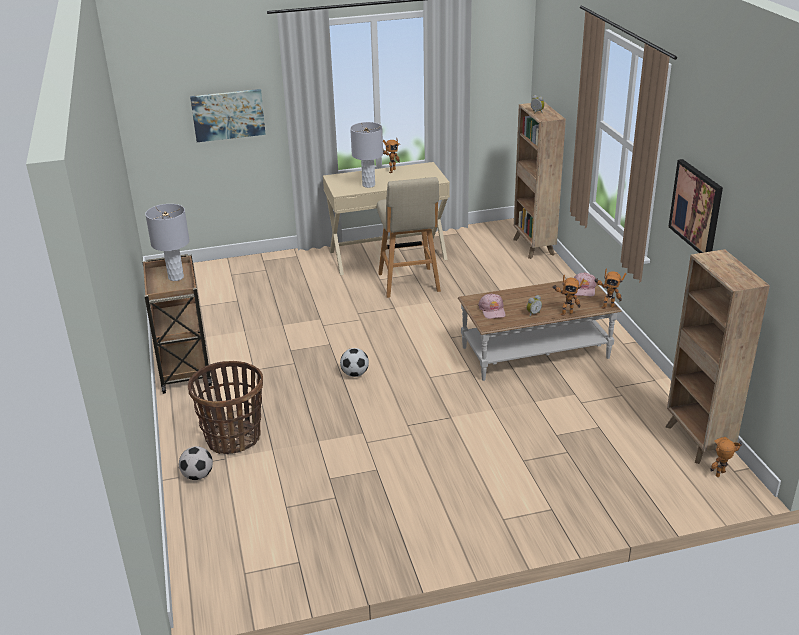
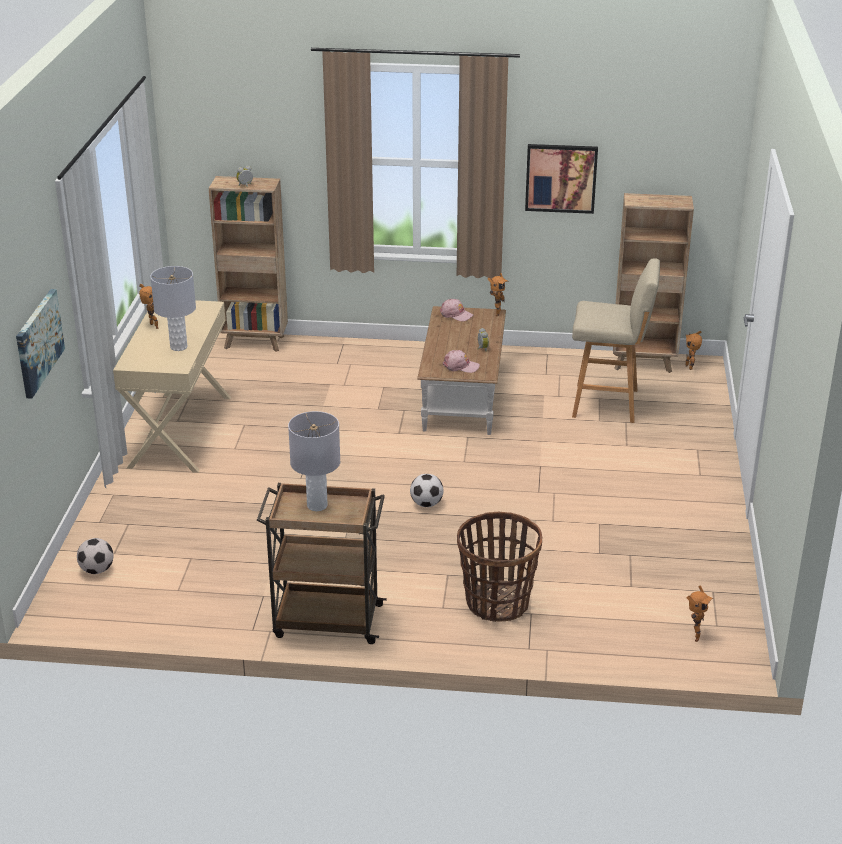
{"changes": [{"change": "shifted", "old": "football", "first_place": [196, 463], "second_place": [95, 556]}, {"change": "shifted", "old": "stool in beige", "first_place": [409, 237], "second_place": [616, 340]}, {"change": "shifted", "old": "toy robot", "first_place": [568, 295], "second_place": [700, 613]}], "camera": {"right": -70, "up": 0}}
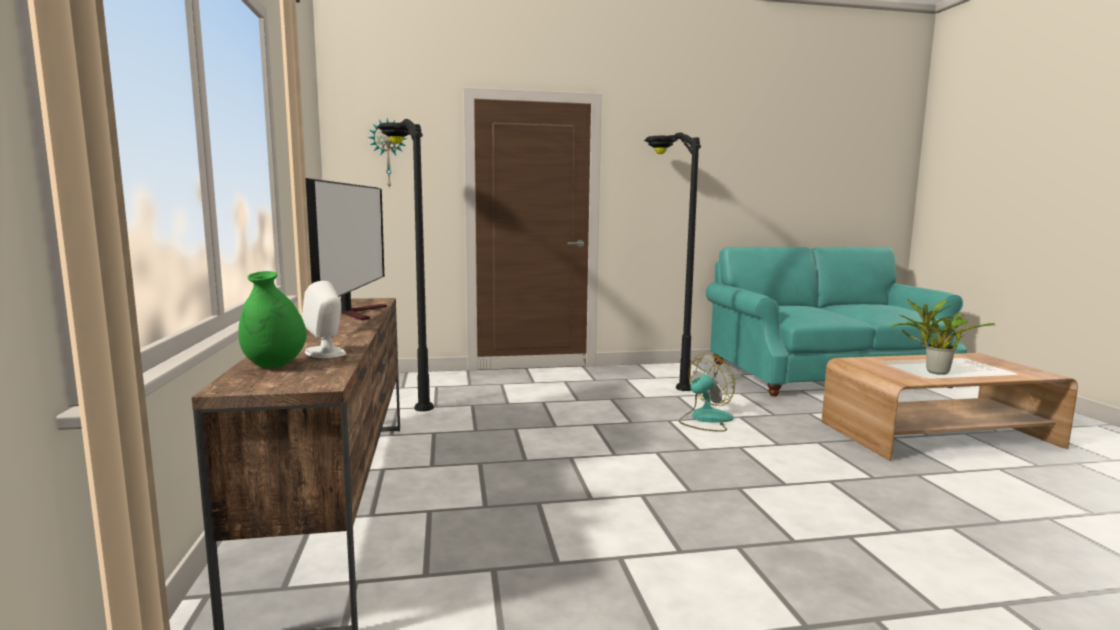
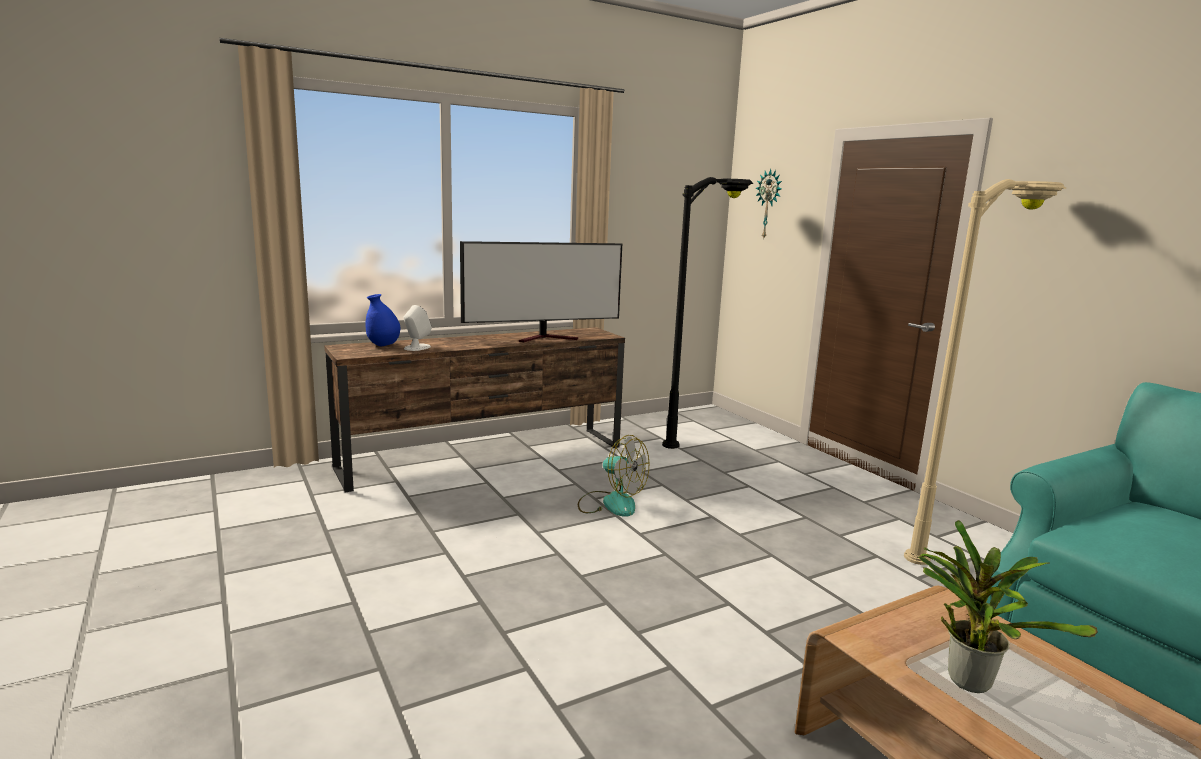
{"changes": [{"change": "shifted", "old": "fan", "first_place": [707, 392], "second_place": [613, 476]}, {"change": "repainted", "old": "vase in green", "new": "vase in blue", "first_place": [272, 319], "second_place": [382, 320]}, {"change": "repainted", "old": "floor lamp in black", "new": "floor lamp in beige", "first_place": [672, 261], "second_place": [985, 372]}], "camera": {"right": 70, "up": 5}}
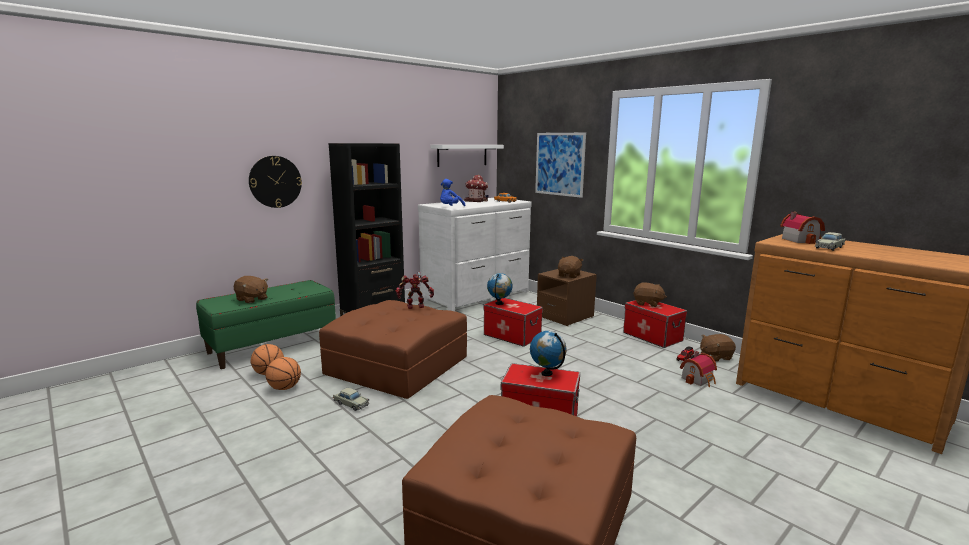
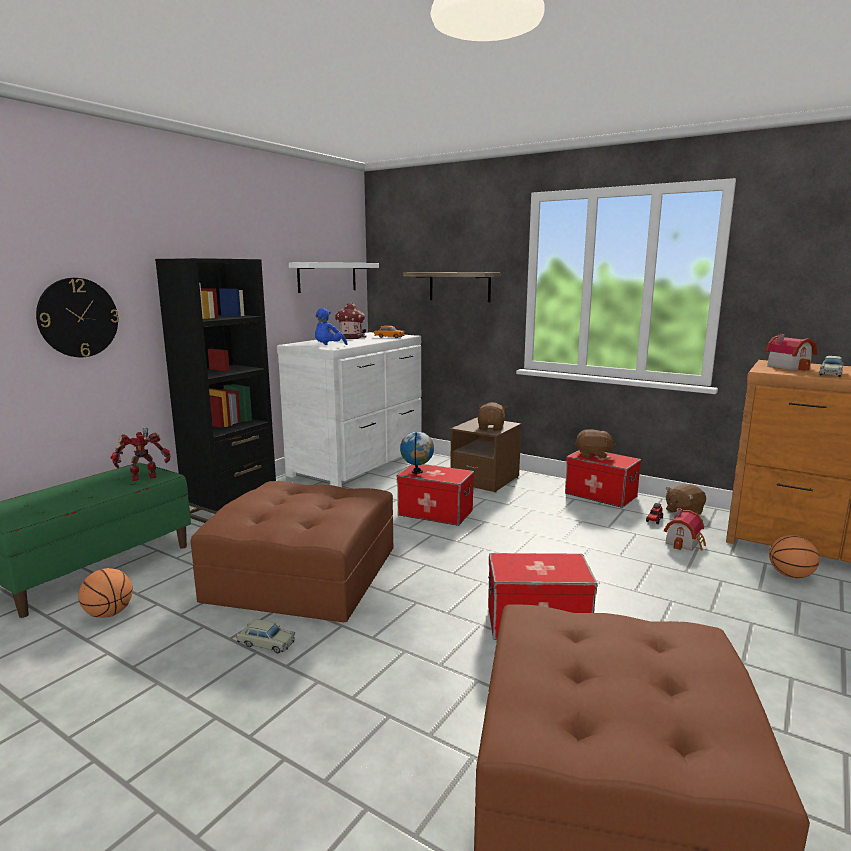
{"changes": [{"change": "gone", "old": "plush toy in brown", "first_place": [251, 289]}, {"change": "gone", "old": "globe", "first_place": [548, 353]}, {"change": "shifted", "old": "basketball", "first_place": [283, 373], "second_place": [794, 556]}, {"change": "shifted", "old": "toy robot", "first_place": [414, 290], "second_place": [140, 454]}, {"change": "swapped", "old": "picture", "new": "shelf", "first_place": [560, 165], "second_place": [452, 287]}], "camera": {"right": -15, "up": 0}}
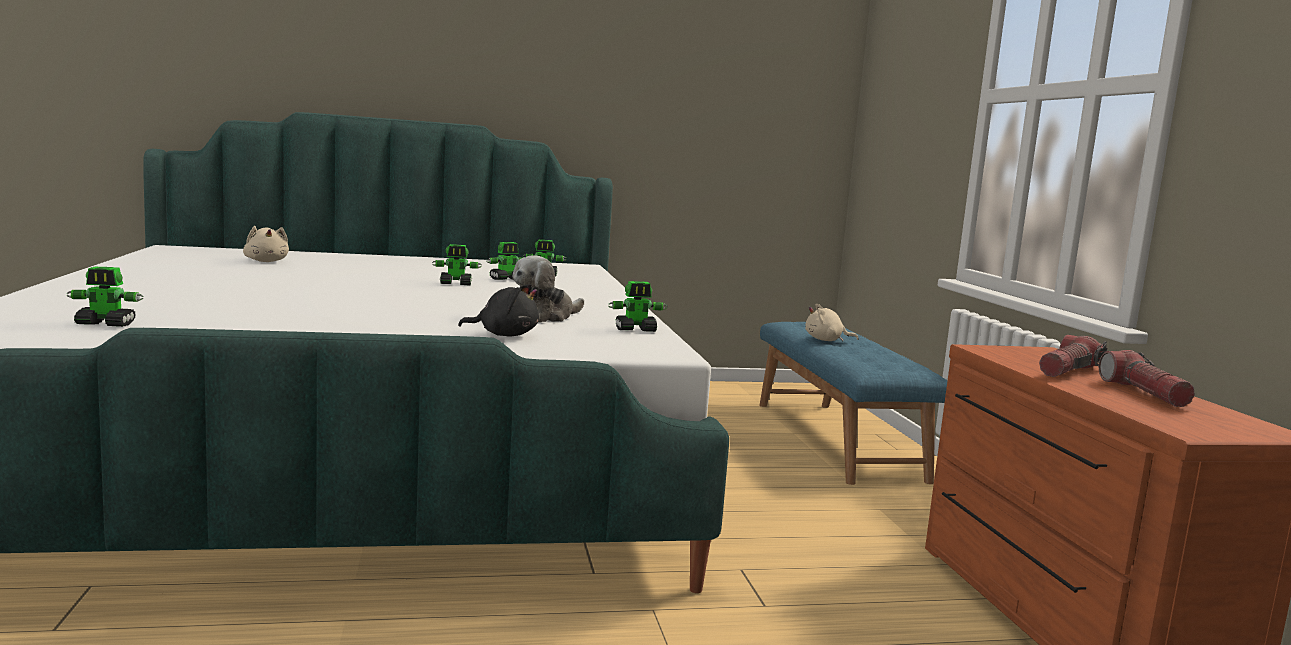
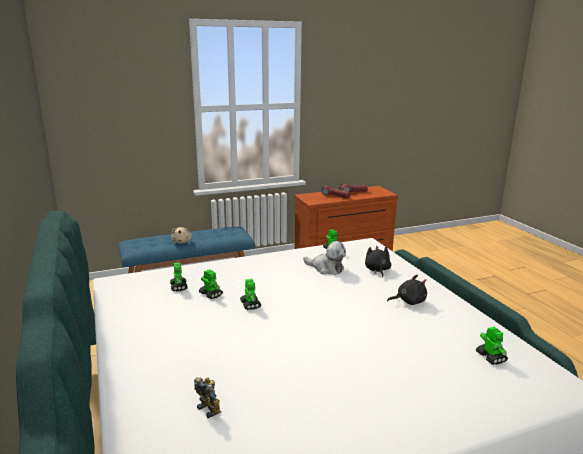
{"changes": [{"change": "new", "new": "plush toy in black", "second_place": [407, 290]}, {"change": "swapped", "old": "plush toy in beige", "new": "toy robot", "first_place": [266, 244], "second_place": [207, 397]}], "camera": {"right": -100, "up": 10}}
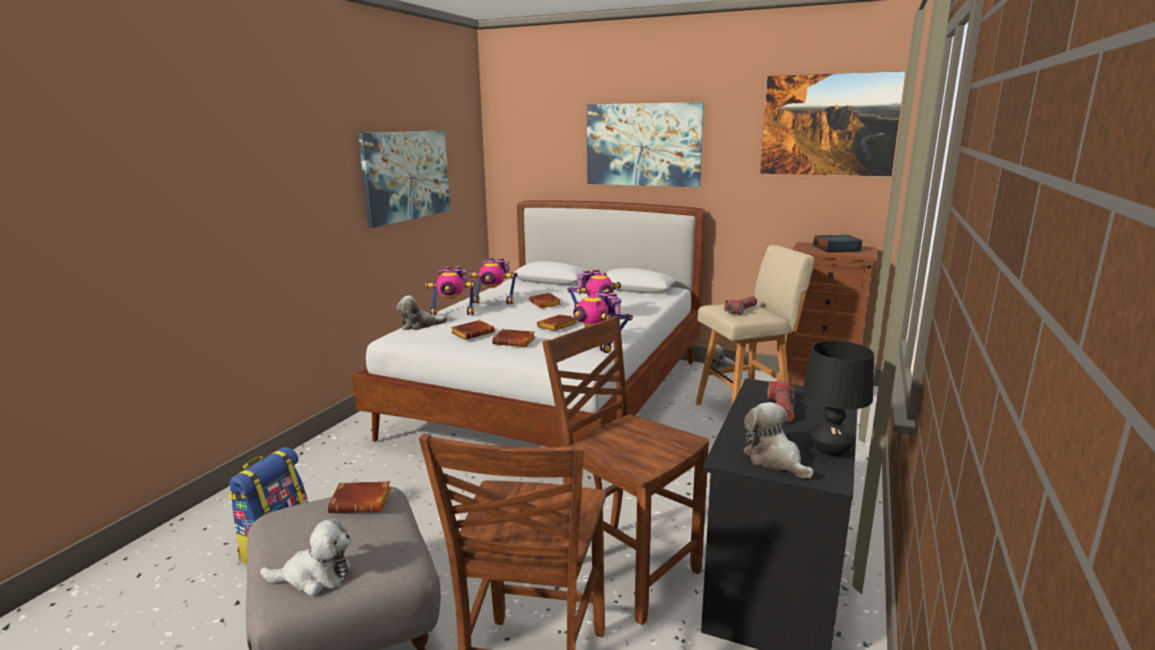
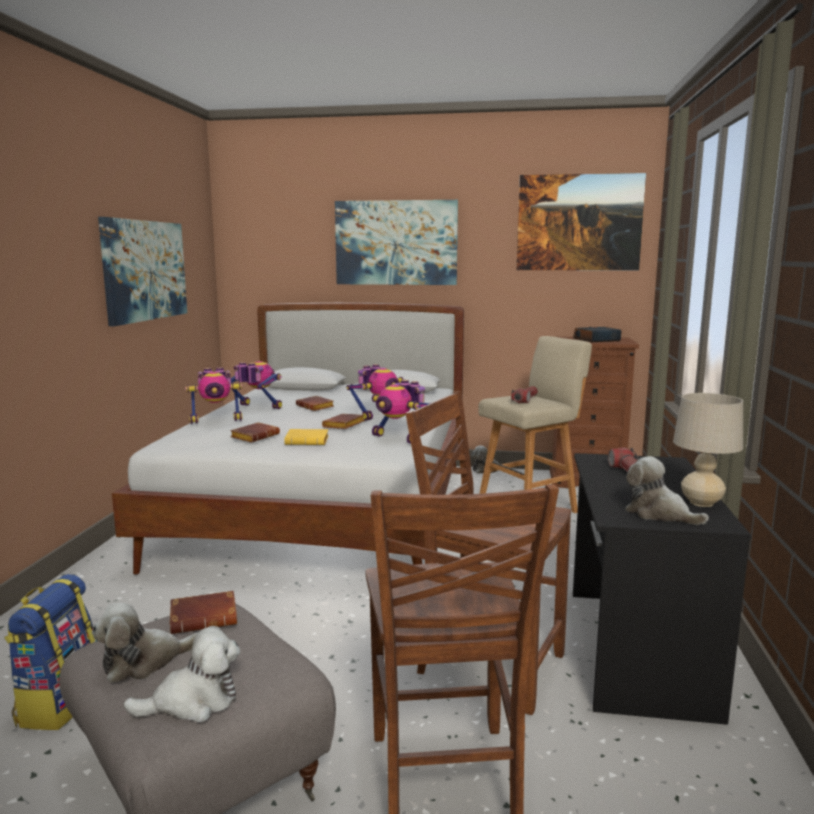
{"changes": [{"change": "shifted", "old": "plush toy", "first_place": [421, 312], "second_place": [145, 643]}, {"change": "repainted", "old": "book in brown", "new": "book in yellow", "first_place": [513, 338], "second_place": [306, 437]}, {"change": "repainted", "old": "table lamp in black", "new": "table lamp in beige", "first_place": [838, 399], "second_place": [708, 450]}, {"change": "rotated", "old": "toy robot", "first_place": [493, 281], "second_place": [256, 385], "degrees": -150}], "camera": {"right": -15, "up": -5}}
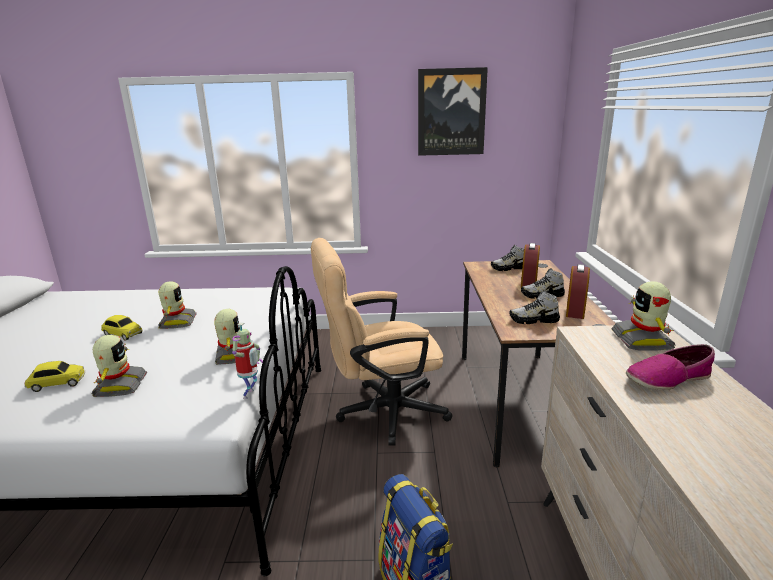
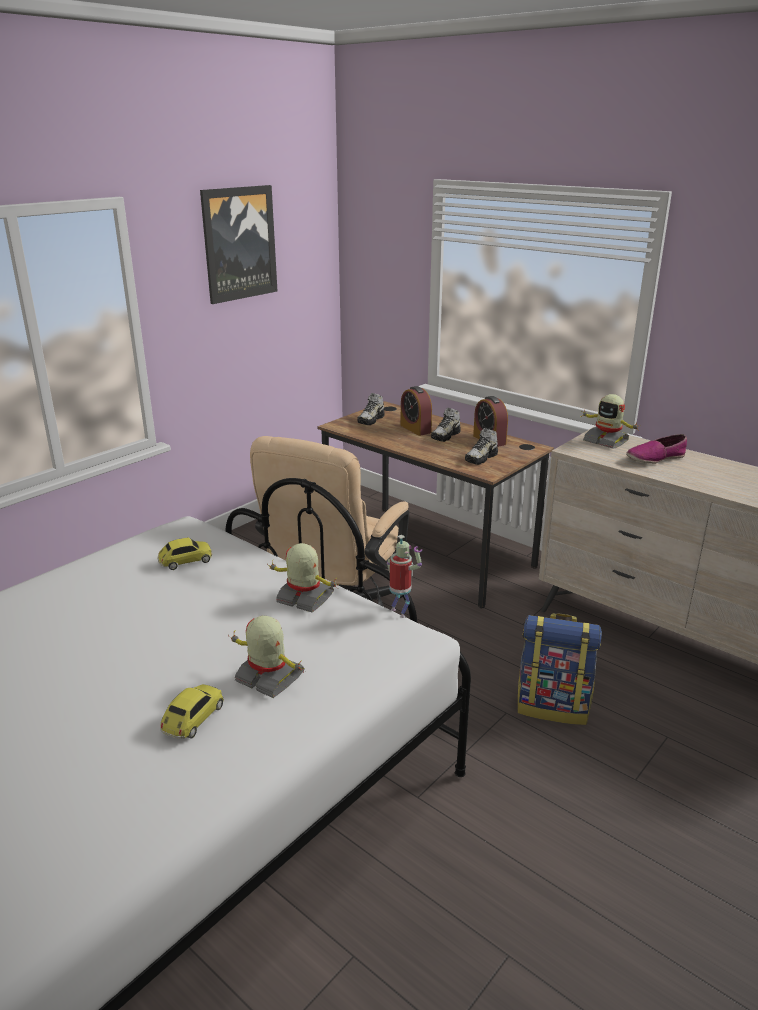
{"changes": [{"change": "gone", "old": "toy robot", "first_place": [177, 305]}, {"change": "shifted", "old": "toy car", "first_place": [122, 328], "second_place": [185, 554]}, {"change": "rotated", "old": "shoe", "first_place": [670, 367], "second_place": [656, 449], "degrees": 45}], "camera": {"right": -50, "up": 5}}
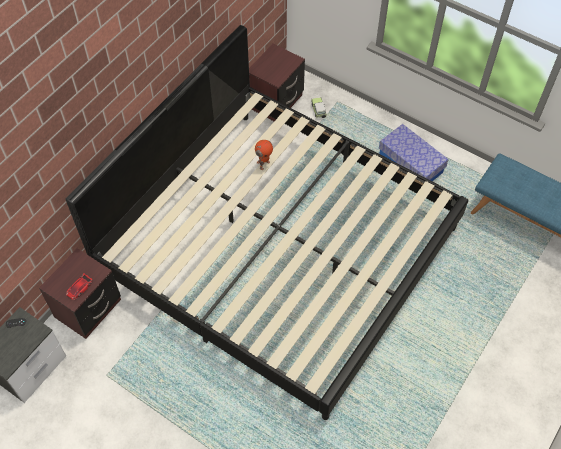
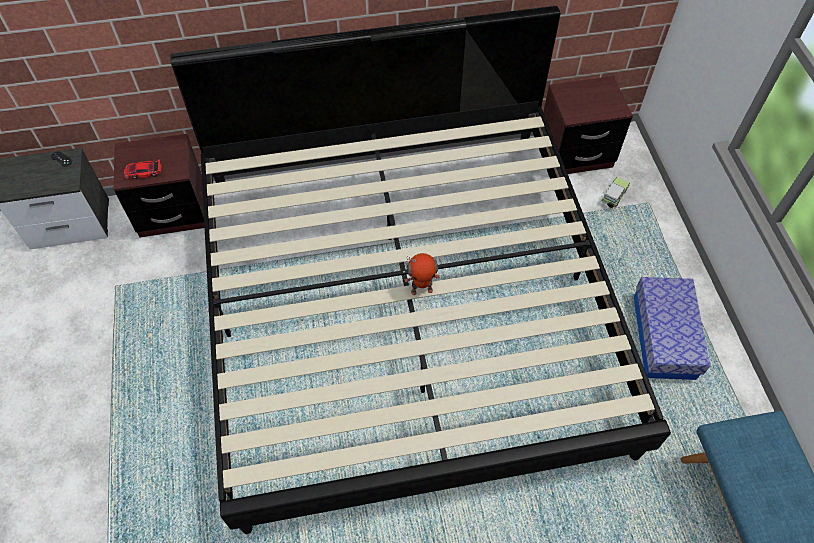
{"changes": [{"change": "shifted", "old": "toy robot", "first_place": [264, 155], "second_place": [422, 274]}], "camera": {"right": 45, "up": 0}}
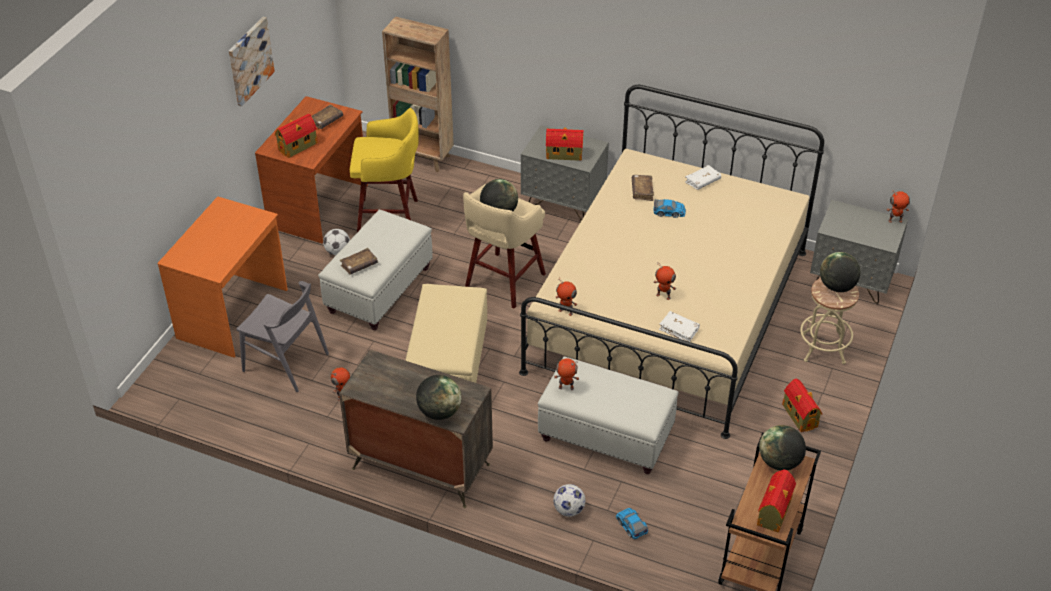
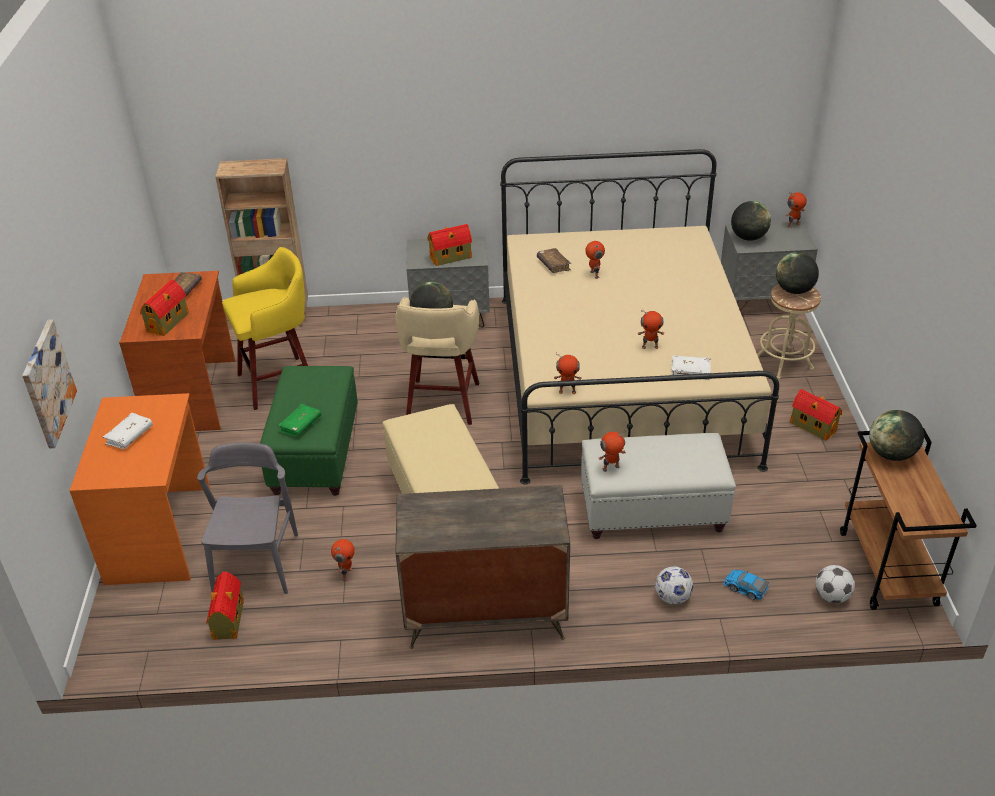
{"changes": [{"change": "shifted", "old": "picture", "first_place": [252, 61], "second_place": [49, 384]}, {"change": "shifted", "old": "football", "first_place": [336, 242], "second_place": [835, 584]}, {"change": "shifted", "old": "globe", "first_place": [439, 397], "second_place": [751, 221]}, {"change": "shifted", "old": "book in white", "first_place": [703, 177], "second_place": [128, 431]}, {"change": "shifted", "old": "toy house", "first_place": [776, 500], "second_place": [225, 606]}, {"change": "swapped", "old": "toy car", "new": "toy robot", "first_place": [670, 208], "second_place": [595, 260]}, {"change": "repainted", "old": "ottoman in white", "new": "ottoman in green", "first_place": [375, 270], "second_place": [309, 431]}, {"change": "repainted", "old": "book in brown", "new": "book in green", "first_place": [359, 261], "second_place": [299, 420]}, {"change": "rotated", "old": "chair in grey", "first_place": [282, 336], "second_place": [247, 518], "degrees": -90}], "camera": {"right": -25, "up": -5}}
